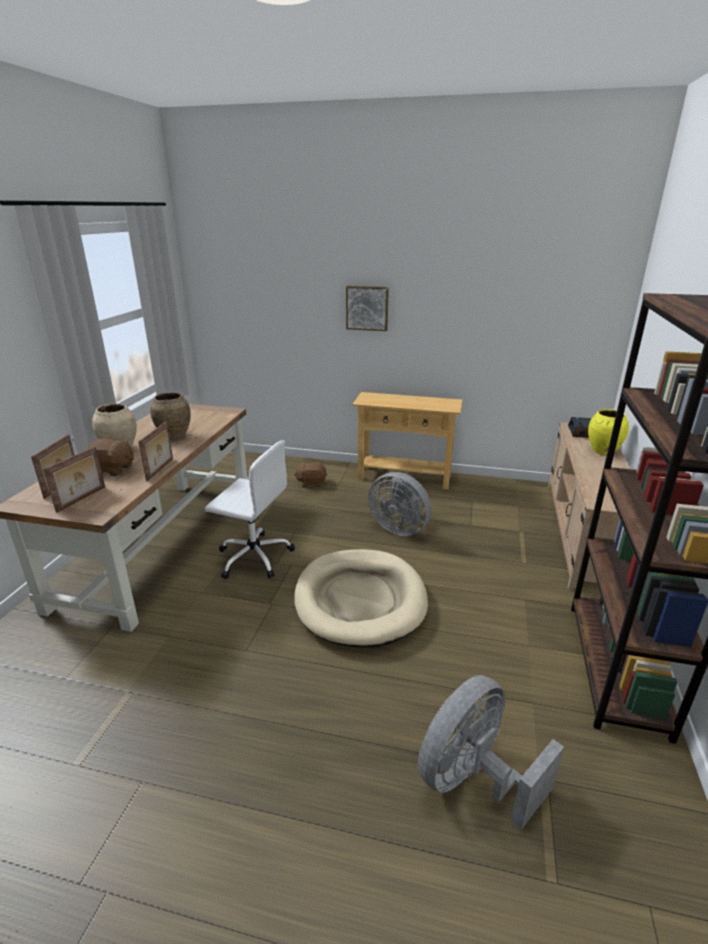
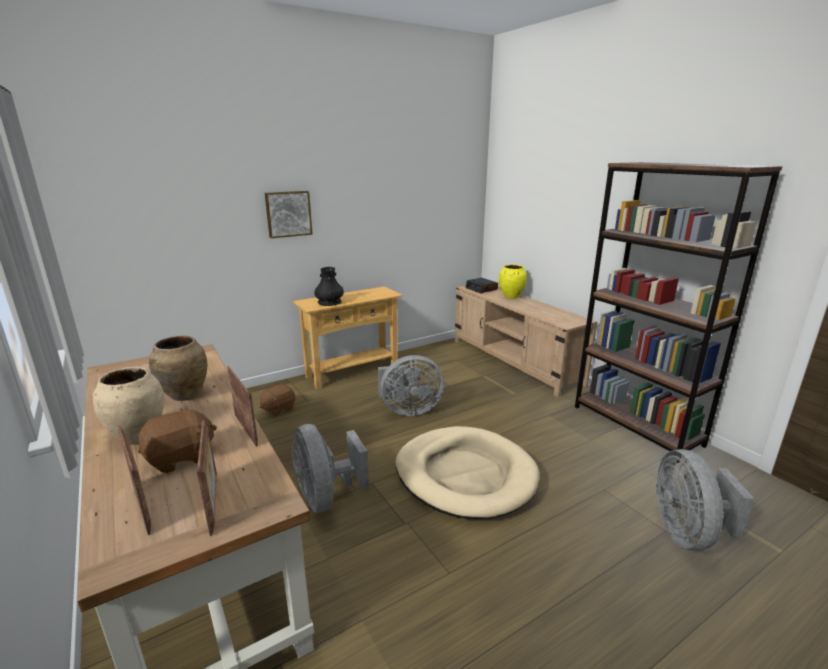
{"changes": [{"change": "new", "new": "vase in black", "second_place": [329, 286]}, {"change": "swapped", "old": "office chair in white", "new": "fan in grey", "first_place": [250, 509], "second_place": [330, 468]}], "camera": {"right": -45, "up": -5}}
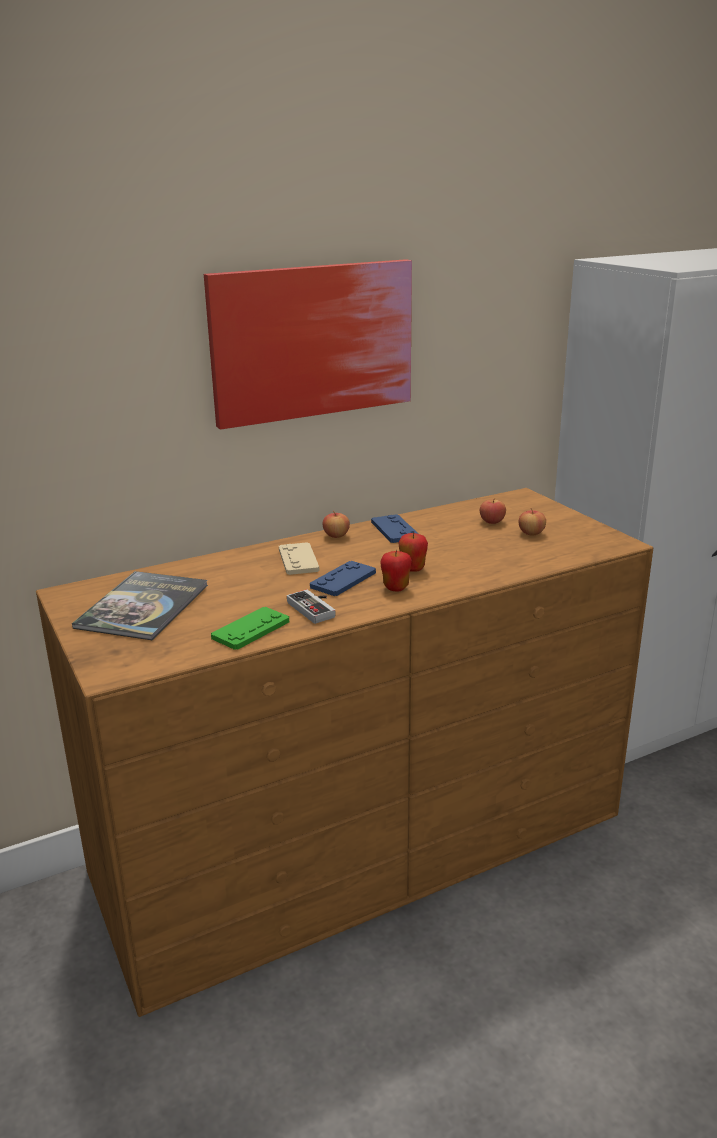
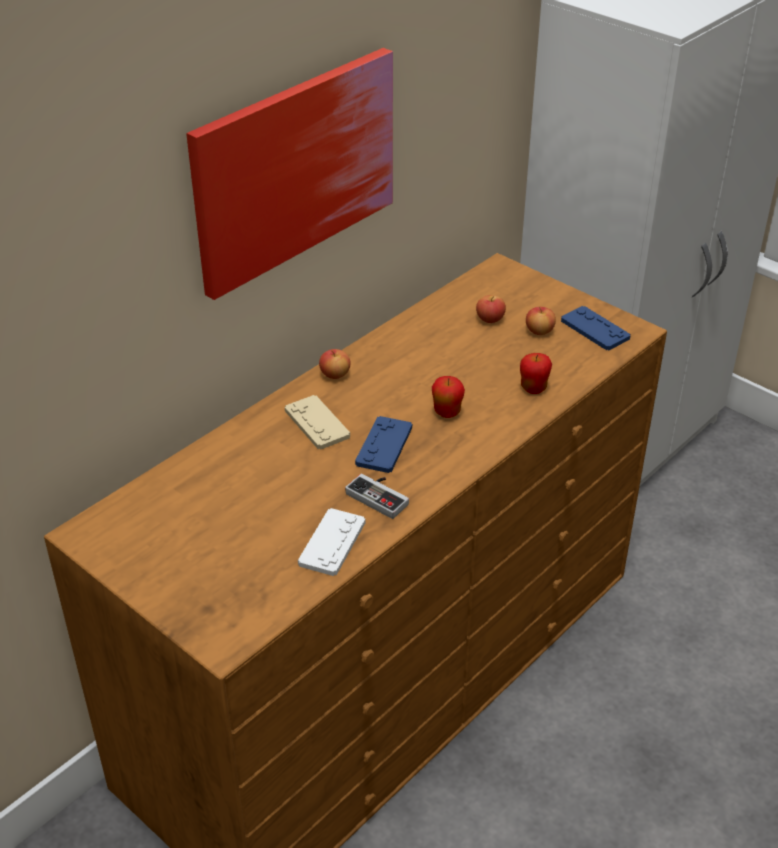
{"changes": [{"change": "gone", "old": "book", "first_place": [140, 605]}, {"change": "shifted", "old": "game controller in blue", "first_place": [395, 528], "second_place": [596, 328]}, {"change": "shifted", "old": "apple", "first_place": [396, 570], "second_place": [536, 373]}, {"change": "repainted", "old": "game controller in green", "new": "game controller in white", "first_place": [250, 628], "second_place": [332, 542]}], "camera": {"right": -20, "up": 15}}
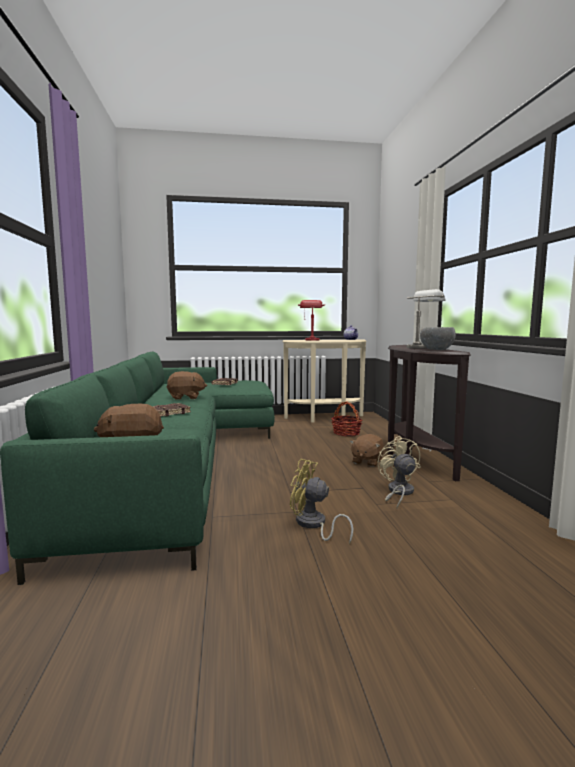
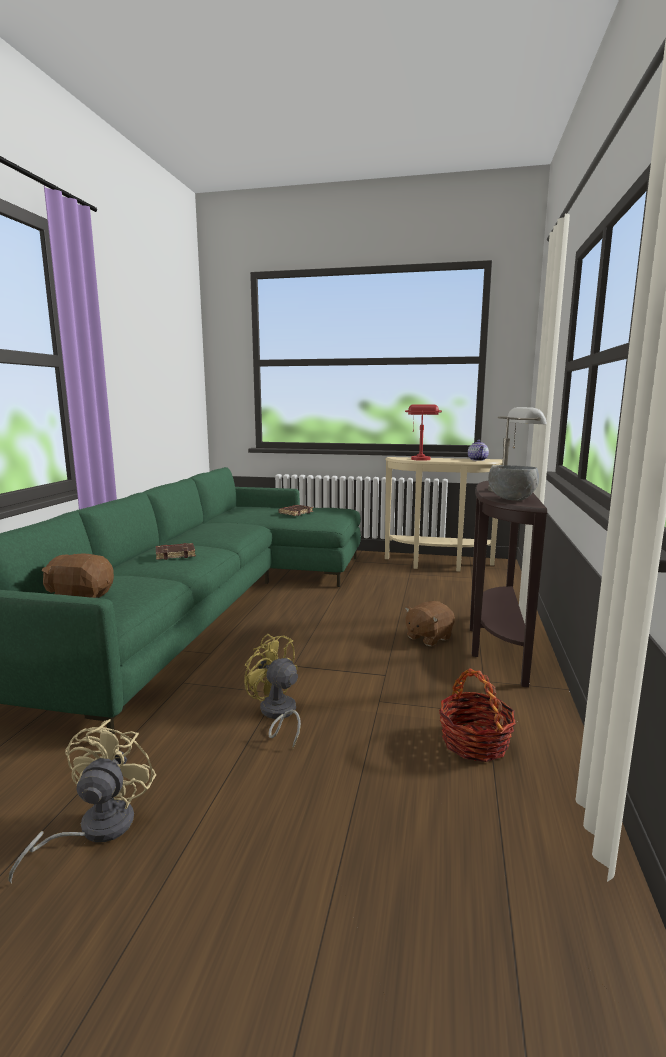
{"changes": [{"change": "gone", "old": "plush toy in brown", "first_place": [186, 385]}, {"change": "shifted", "old": "basket", "first_place": [347, 419], "second_place": [477, 715]}, {"change": "shifted", "old": "fan in beige", "first_place": [399, 472], "second_place": [82, 801]}], "camera": {"right": 20, "up": 5}}
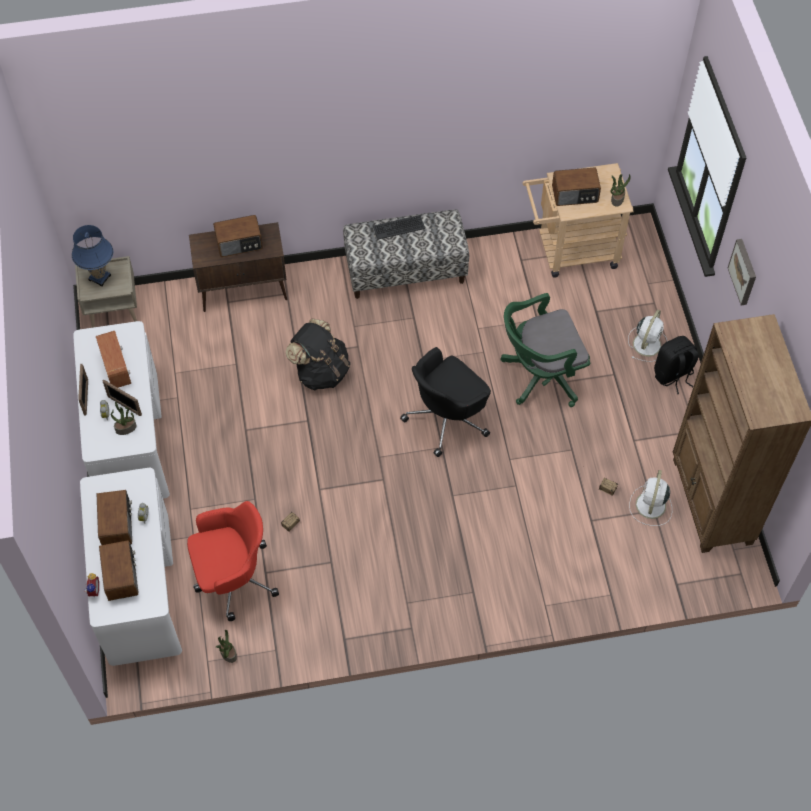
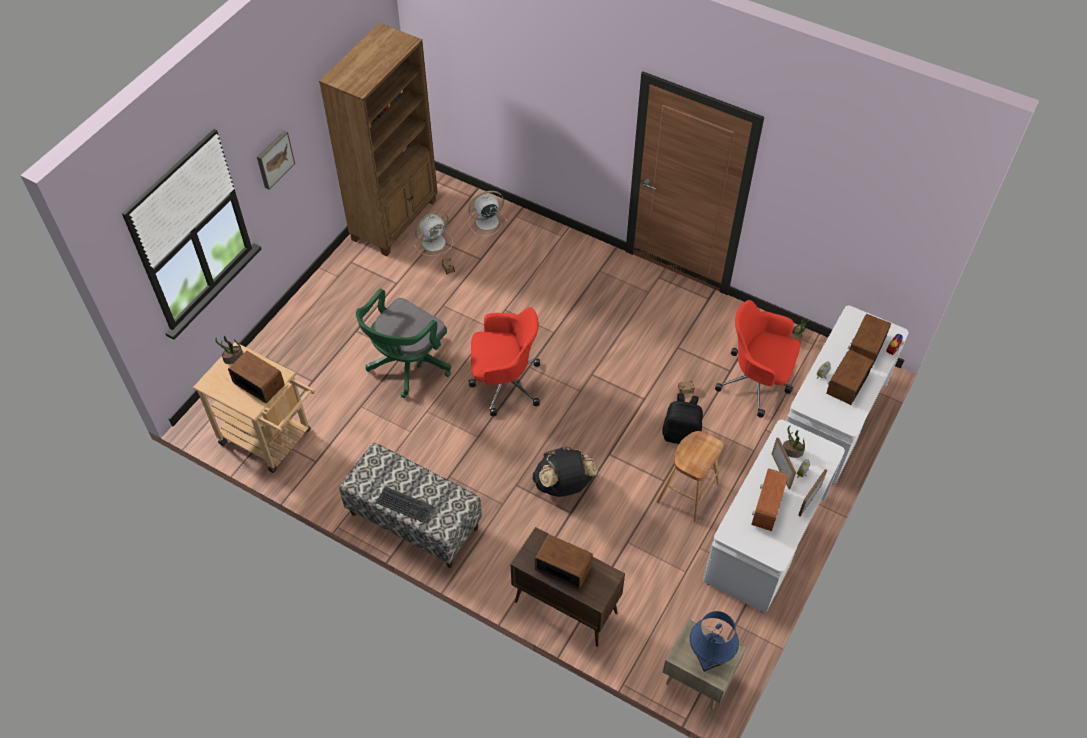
{"changes": [{"change": "new", "new": "stool in brown", "second_place": [689, 477]}, {"change": "shifted", "old": "fan in white", "first_place": [647, 336], "second_place": [487, 213]}, {"change": "shifted", "old": "backpack in black", "first_place": [676, 365], "second_place": [682, 418]}, {"change": "repainted", "old": "office chair in black", "new": "office chair in red", "first_place": [445, 402], "second_place": [504, 361]}, {"change": "rotated", "old": "office chair in green", "first_place": [545, 350], "second_place": [403, 343], "degrees": 105}], "camera": {"right": -140, "up": -5}}
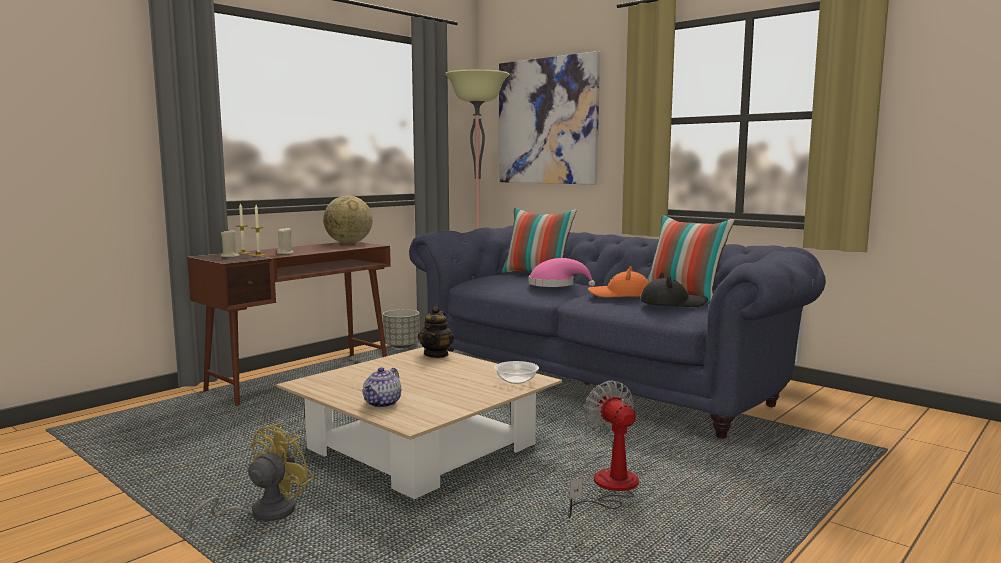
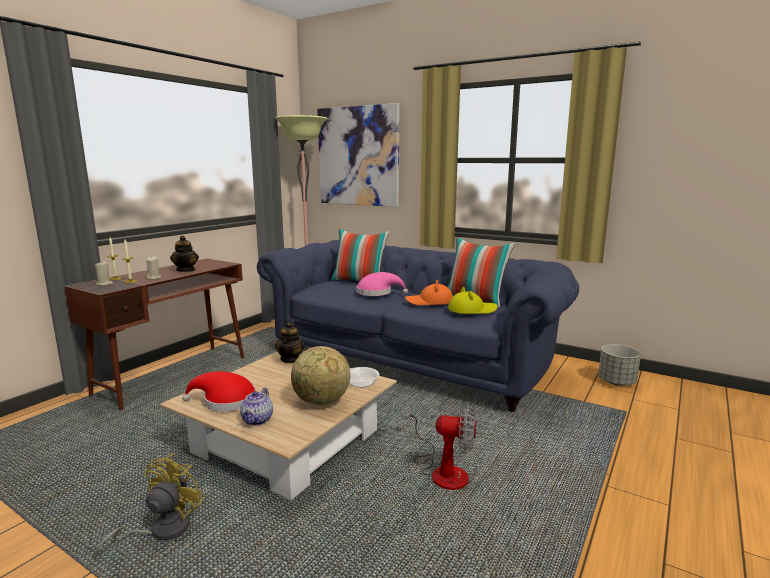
{"changes": [{"change": "new", "new": "teapot", "second_place": [184, 254]}, {"change": "new", "new": "hat in red", "second_place": [219, 391]}, {"change": "shifted", "old": "globe", "first_place": [348, 219], "second_place": [320, 375]}, {"change": "shifted", "old": "planter in grey", "first_place": [401, 328], "second_place": [619, 365]}, {"change": "repainted", "old": "hat in black", "new": "hat in yellow", "first_place": [674, 290], "second_place": [473, 300]}, {"change": "rotated", "old": "fan", "first_place": [603, 449], "second_place": [443, 447], "degrees": 135}], "camera": {"right": -10, "up": 5}}
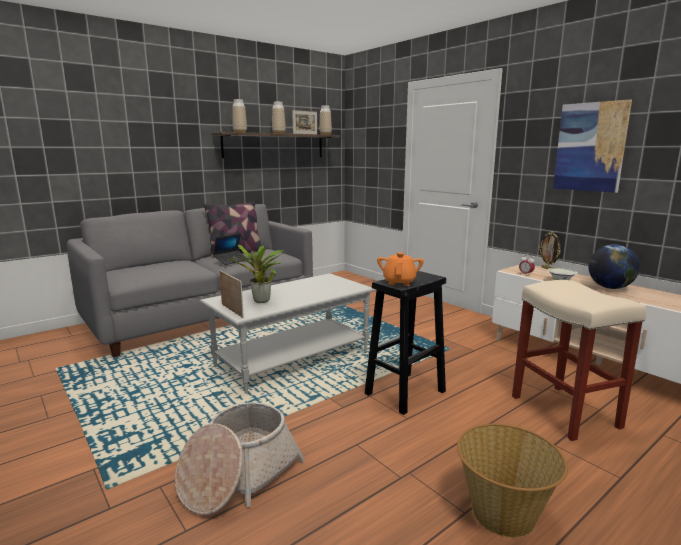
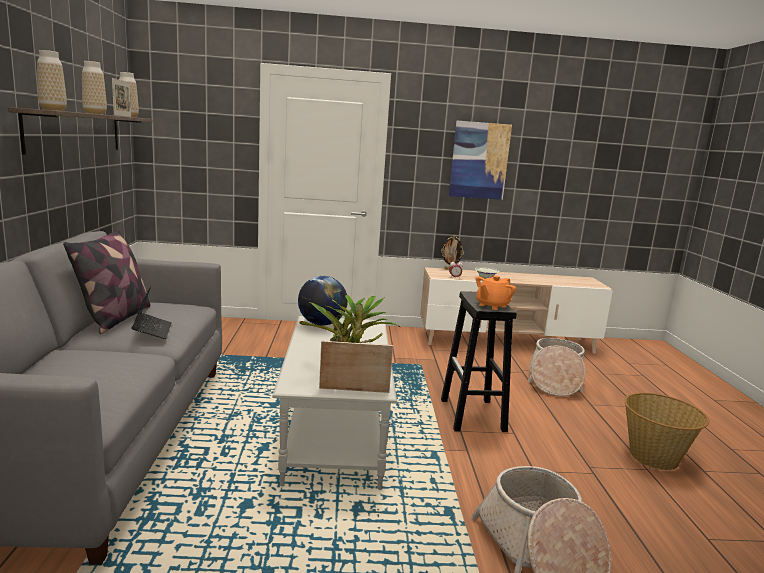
{"changes": [{"change": "shifted", "old": "globe", "first_place": [614, 267], "second_place": [323, 301]}, {"change": "swapped", "old": "stool in beige", "new": "basket", "first_place": [579, 360], "second_place": [557, 367]}, {"change": "rotated", "old": "teapot in orange", "first_place": [400, 269], "second_place": [496, 292], "degrees": -90}], "camera": {"right": -55, "up": 0}}
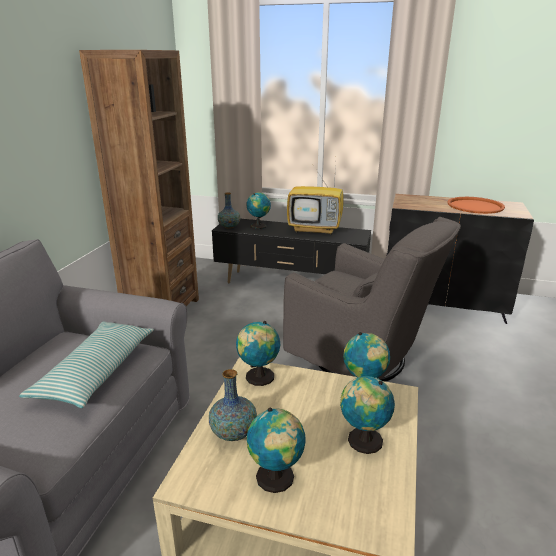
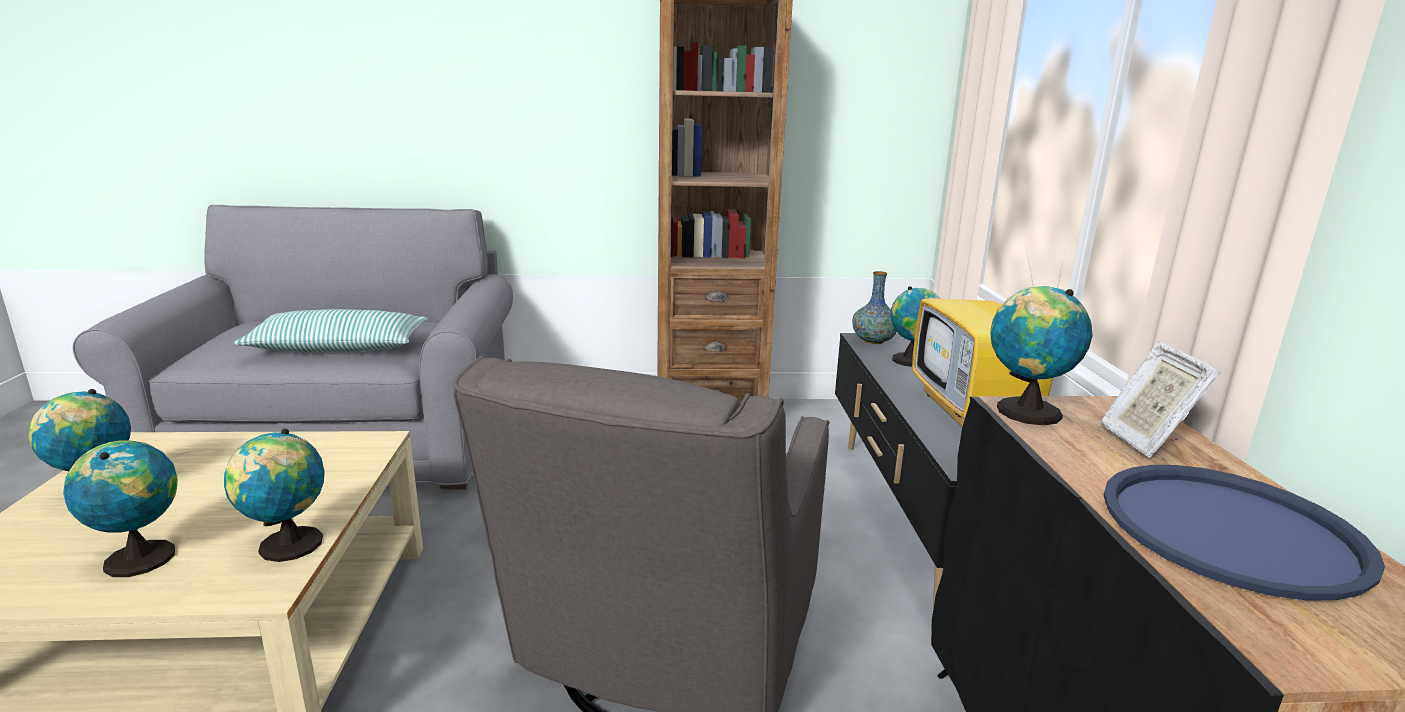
{"changes": [{"change": "gone", "old": "vase", "first_place": [233, 405]}, {"change": "new", "new": "picture frame", "second_place": [1160, 400]}, {"change": "shifted", "old": "globe", "first_place": [258, 353], "second_place": [1041, 355]}, {"change": "repainted", "old": "tray in orange", "new": "tray in blue", "first_place": [476, 205], "second_place": [1244, 532]}], "camera": {"right": 70, "up": -5}}
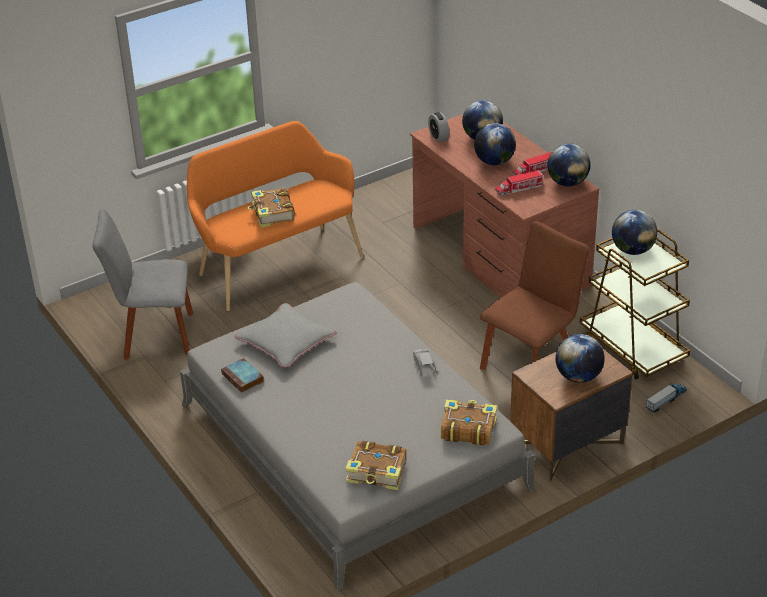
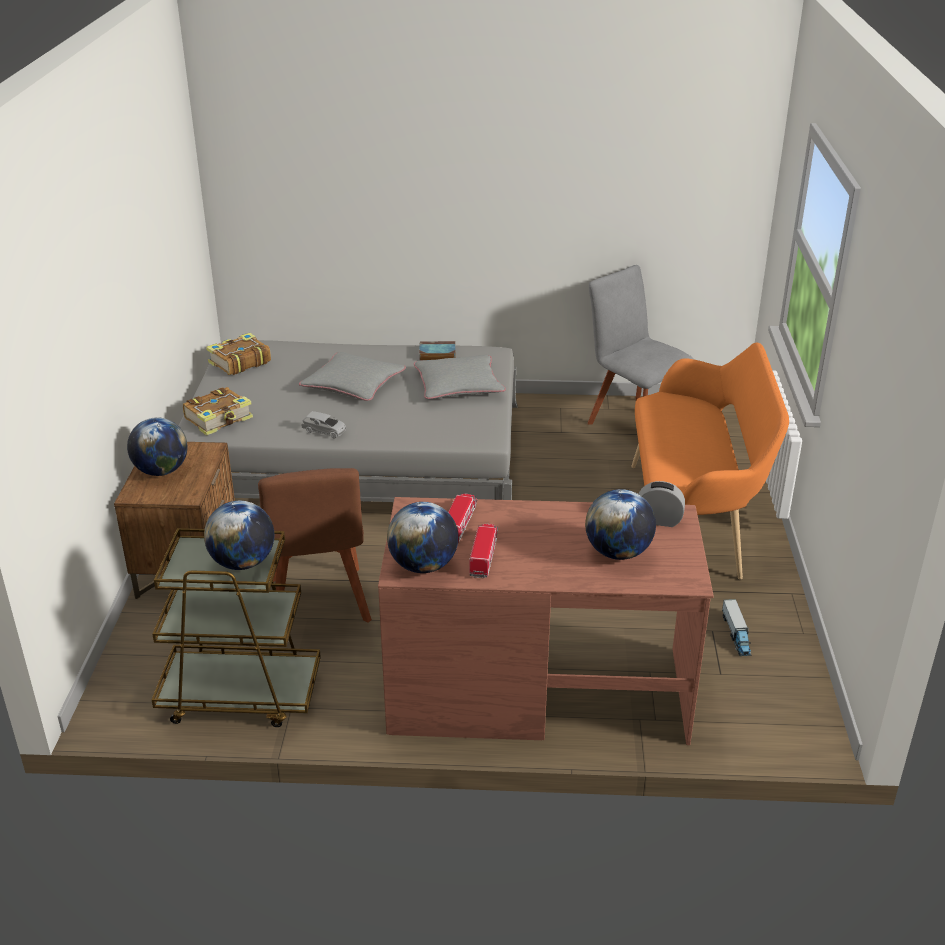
{"changes": [{"change": "gone", "old": "book", "first_place": [271, 207]}, {"change": "gone", "old": "globe", "first_place": [495, 144]}, {"change": "new", "new": "pillow in grey", "second_place": [352, 376]}, {"change": "shifted", "old": "toy truck", "first_place": [666, 398], "second_place": [736, 627]}, {"change": "rotated", "old": "chair in grey", "first_place": [142, 284], "second_place": [641, 345], "degrees": -75}], "camera": {"right": 125, "up": -5}}
